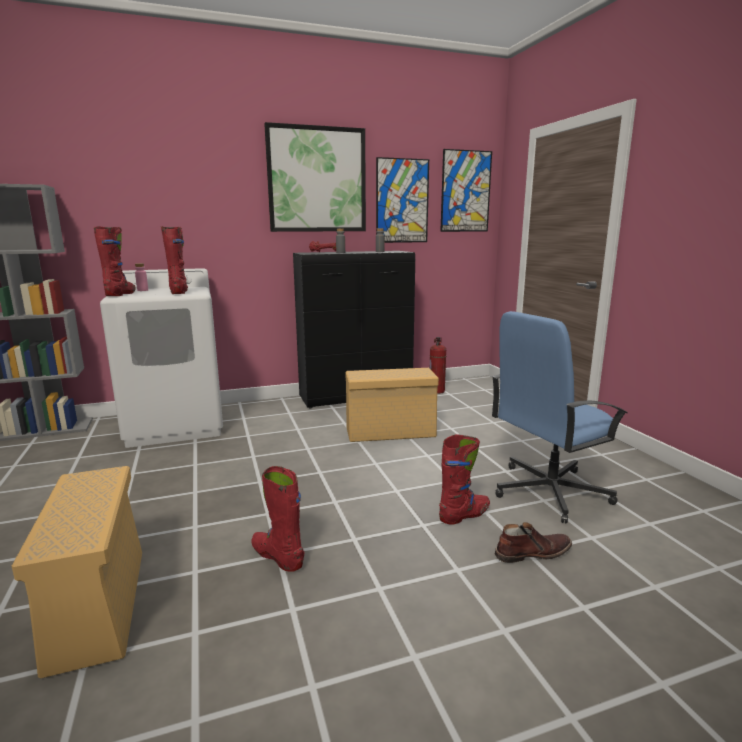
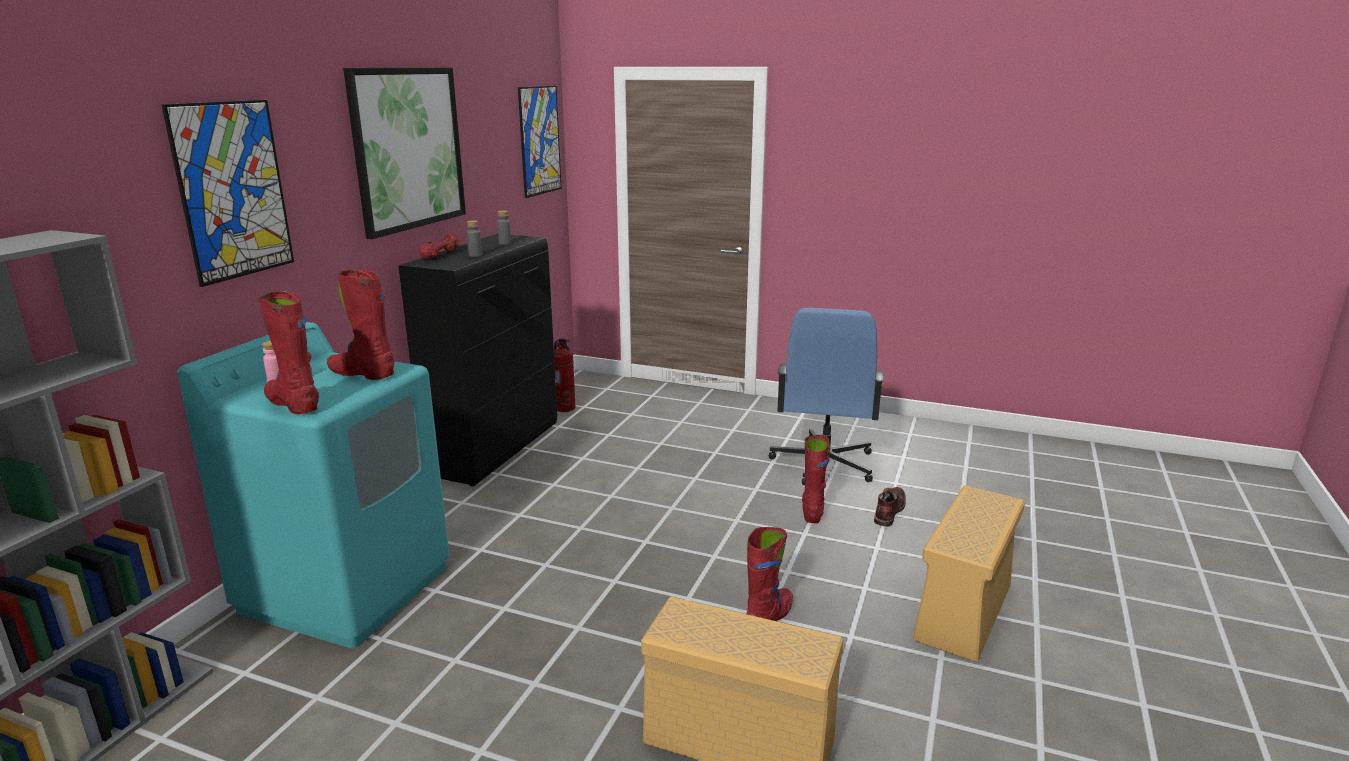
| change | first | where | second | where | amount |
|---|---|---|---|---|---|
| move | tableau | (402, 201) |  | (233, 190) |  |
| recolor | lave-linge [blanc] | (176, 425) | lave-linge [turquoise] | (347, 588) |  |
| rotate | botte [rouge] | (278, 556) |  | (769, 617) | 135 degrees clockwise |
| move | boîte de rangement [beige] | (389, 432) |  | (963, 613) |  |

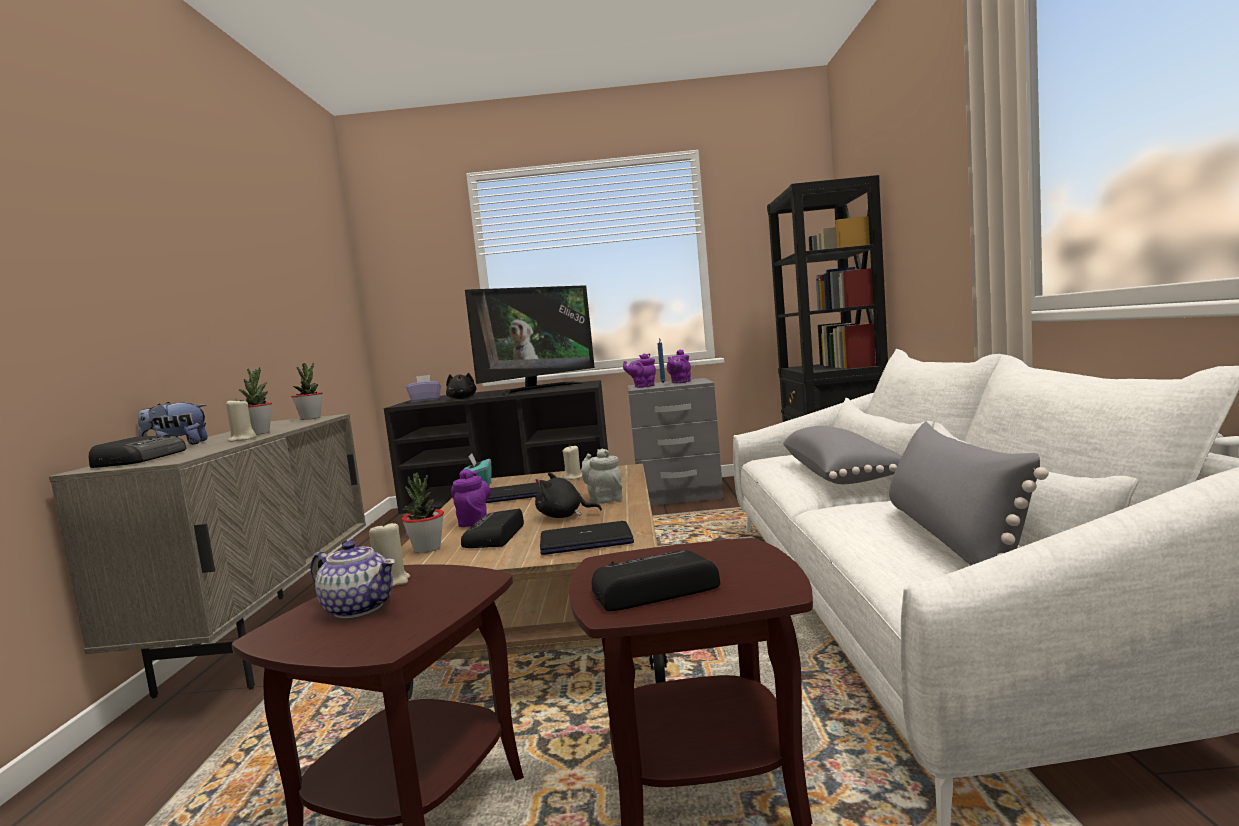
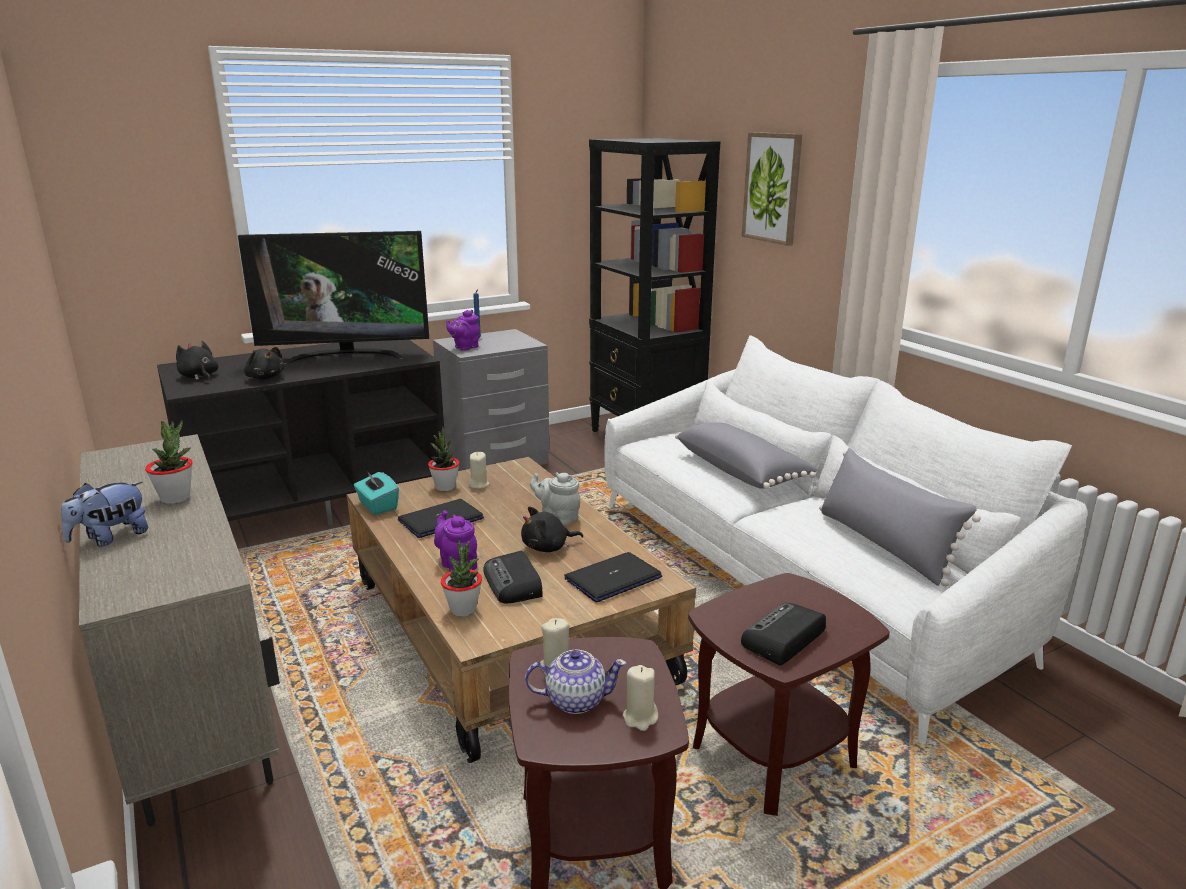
| change | first | where | second | where | amount |
|---|---|---|---|---|---|
| replace | boîte à mouchoirs [violet] | (425, 400) | peluche [noir] | (199, 377) |  |
| rotate | téléviseur | (537, 389) |  | (346, 356) | 60 degrees clockwise |
| move | plante en pot | (310, 418) |  | (445, 487) |  |
| move | bougie [beige] | (242, 439) |  | (640, 718) |  |
| insert |  |  | tableau | (772, 188) |  |
| delete | radio | (142, 459) |  |  |  |
| delete | théière [violet] | (680, 382) |  |  |  |

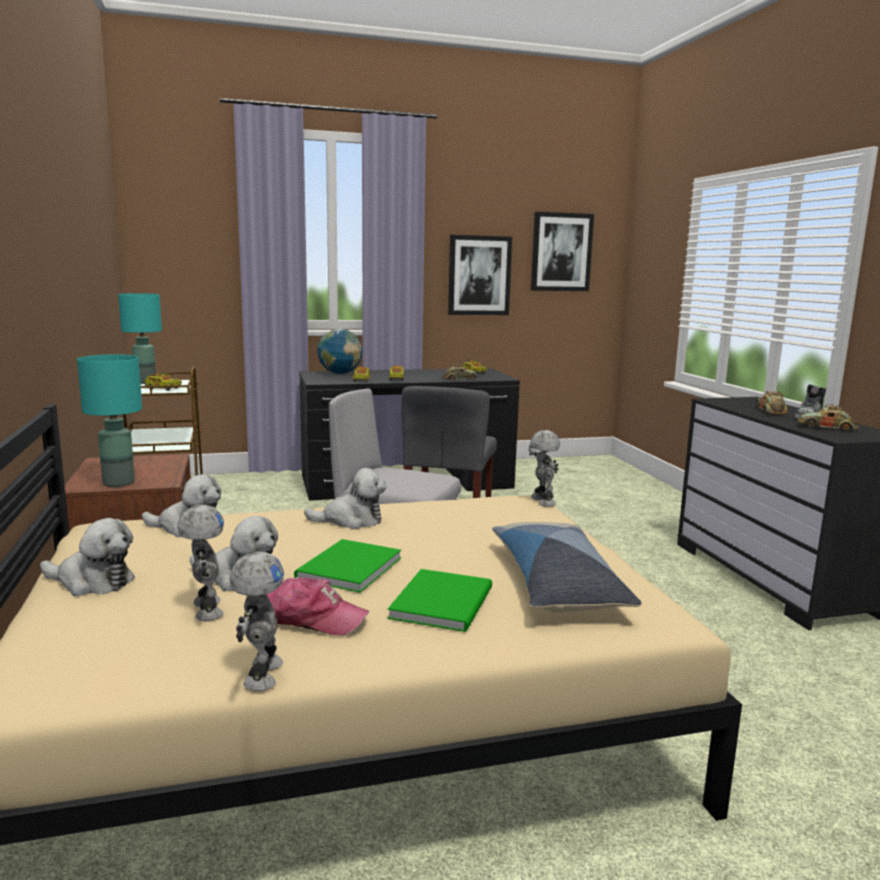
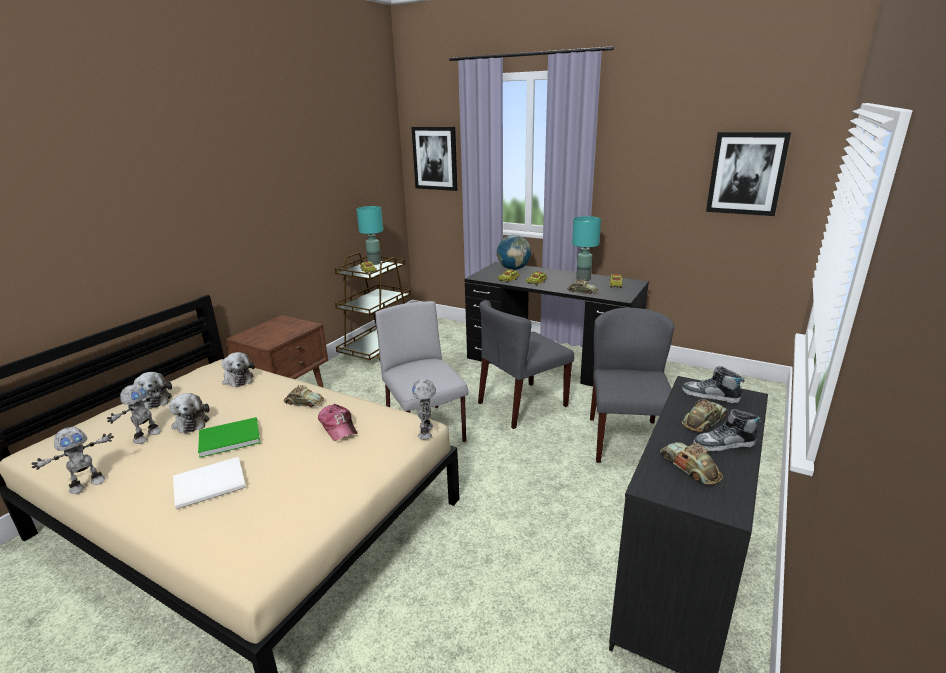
| change | first | where | second | where | amount |
|---|---|---|---|---|---|
| recolor | livre [vert] | (445, 601) | livre [blanc] | (212, 484) |  |
| replace | peluche | (351, 520) | petite voiture | (303, 403) |  |
| move | casquette | (312, 619) |  | (338, 427) |  |
| move | tableau | (479, 275) |  | (435, 158) |  |
| rotate | robot jouet | (541, 501) |  | (426, 432) | 150 degrees clockwise |
| move | lampe de table [turquoise] | (117, 483) |  | (583, 279) |  |
| insert |  |  | chaise [gris] | (626, 440) |  |
| insert |  |  | chaussure | (710, 396) |  |
| delete | coussin | (556, 583) |  |  |  |

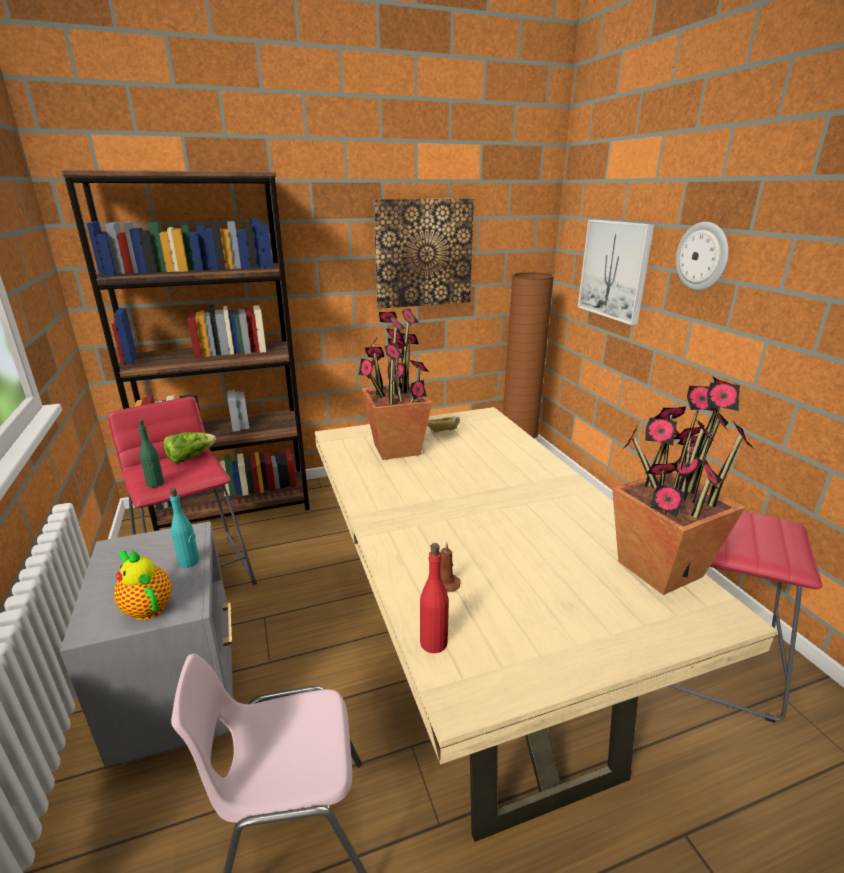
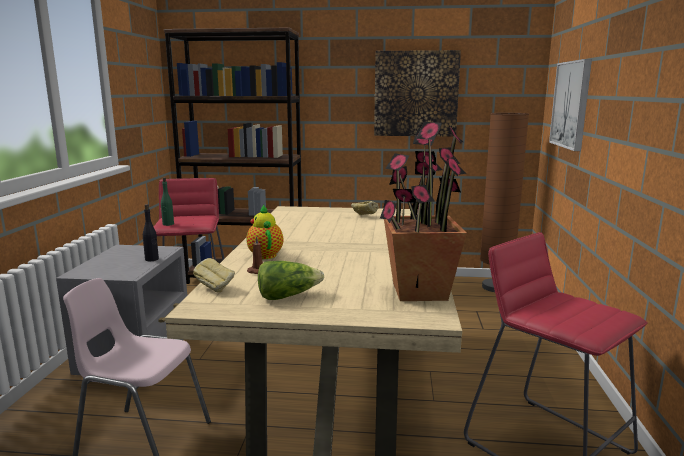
| change | first | where | second | where | amount |
|---|---|---|---|---|---|
| recolor | bouteille [turquoise] | (189, 561) | bouteille [noir] | (152, 259) |  |
| replace | bouteille [rouge] | (433, 642) | pain | (215, 288) |  |
| move | théière | (147, 607) |  | (265, 254) |  |
| move | laitue | (190, 457) |  | (287, 296) |  |
| delete | plante en pot | (396, 449) |  |  |  |
| delete | horloge murale | (702, 256) |  |  |  |

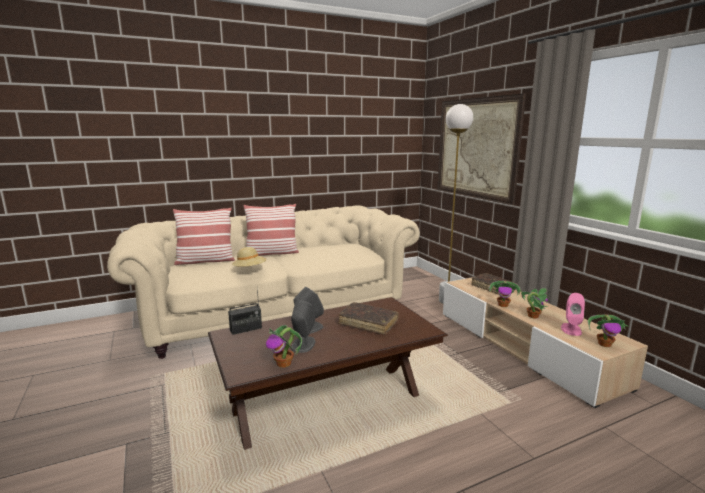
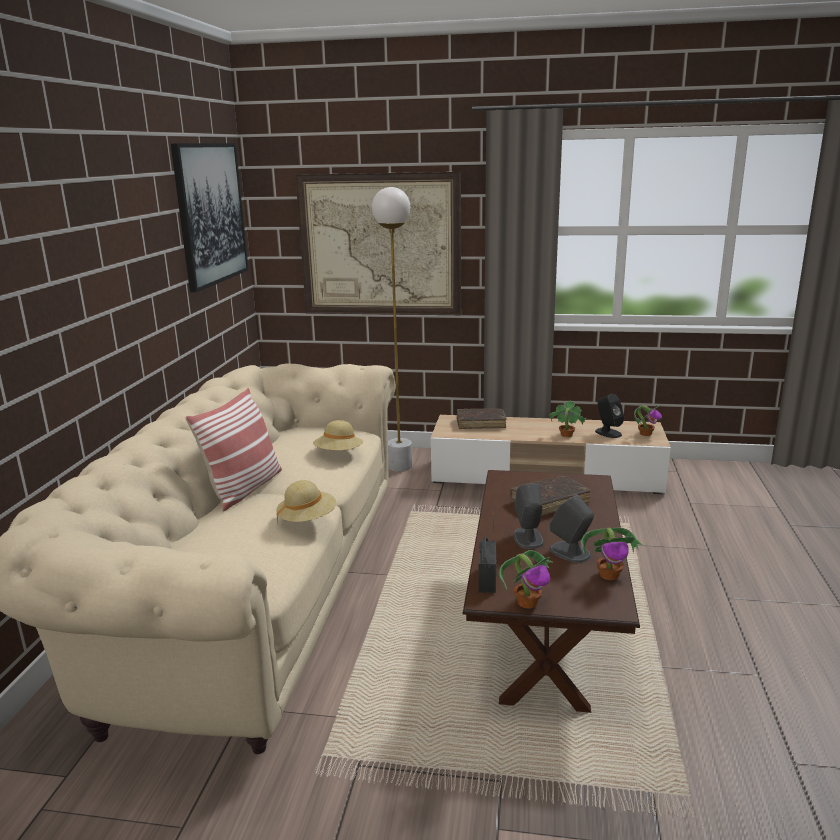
| change | first | where | second | where | amount |
|---|---|---|---|---|---|
| insert |  |  | tableau | (210, 214) |  |
| insert |  |  | chapeau [beige] | (339, 454) |  |
| move | plante en pot | (503, 305) |  | (527, 602) |  |
| recolor | enceinte [rose] | (571, 329) | enceinte [noir] | (608, 433) |  |
| delete | coussin | (205, 261) |  |  |  |

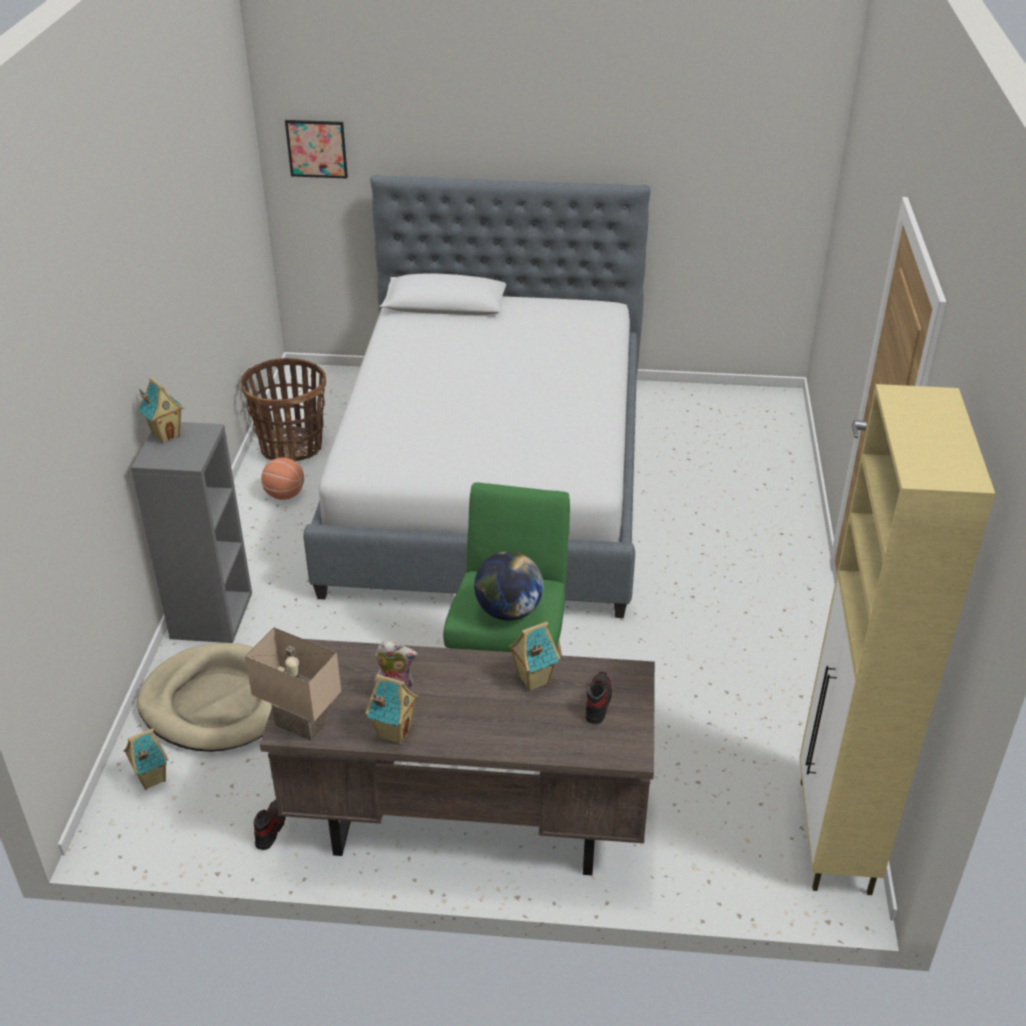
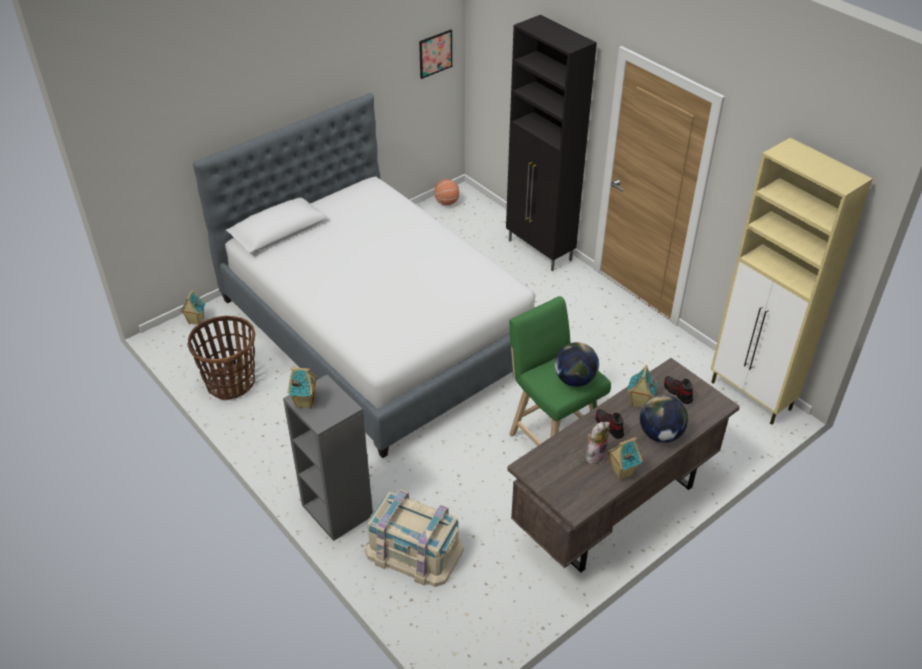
| change | first | where | second | where | amount |
|---|---|---|---|---|---|
| move | maison miniature | (150, 778) |  | (196, 321) |  |
| replace | panier pour chien [beige] | (218, 702) | boîte de rangement [beige] | (414, 551) |  |
| move | tableau | (317, 148) |  | (435, 53) |  |
| move | ballon de basket | (284, 495) |  | (446, 202) |  |
| insert |  |  | meuble de rangement [noir] | (540, 251) |  |
| move | chaussure | (270, 828) |  | (609, 426) |  |
| insert |  |  | globe | (660, 434) |  |
| delete | lampe de table [beige] | (303, 722) |  |  |  |

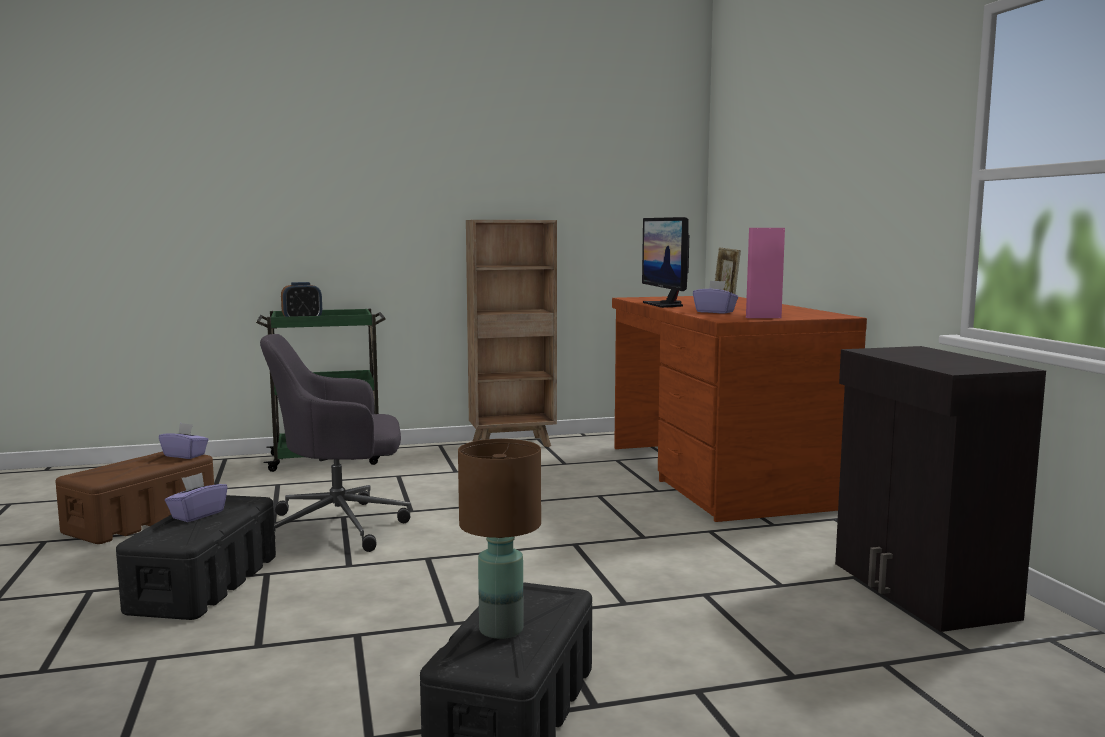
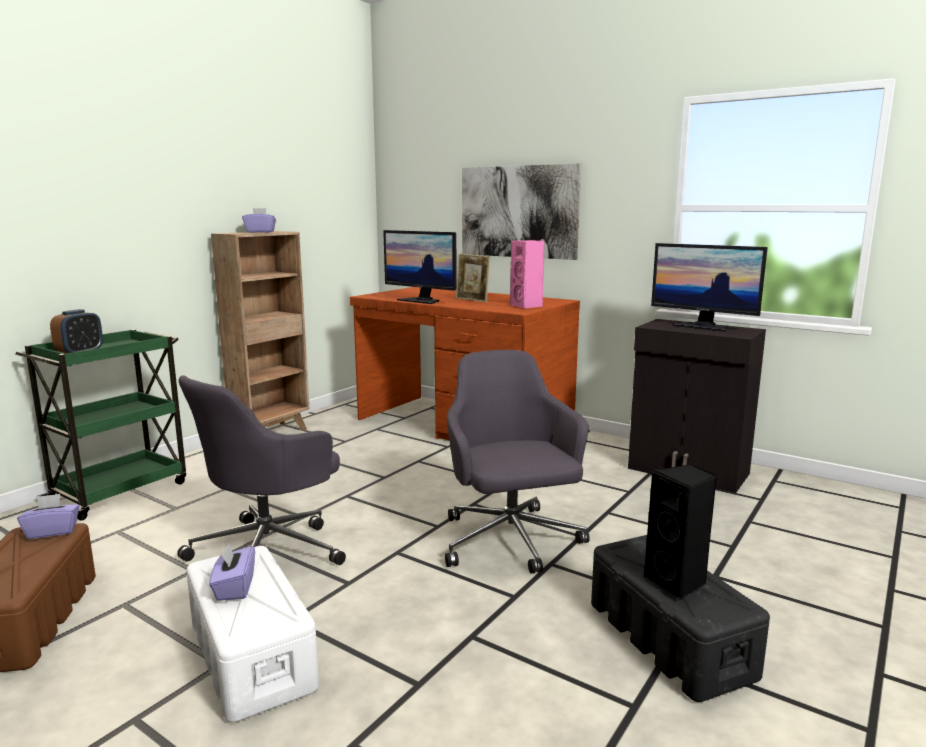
| change | first | where | second | where | amount |
|---|---|---|---|---|---|
| recolor | boîte de rangement [noir] | (205, 583) | boîte de rangement [blanc] | (251, 654) |  |
| move | boîte à mouchoirs [violet] | (715, 312) |  | (260, 232) |  |
| insert |  |  | chaise de bureau [gris] | (510, 542) |  |
| insert |  |  | tableau | (518, 212) |  |
| replace | lampe de table [marron] | (502, 630) | enceinte [noir] | (677, 582) |  |
| insert |  |  | écran d'ordinateur | (703, 326) |  |

